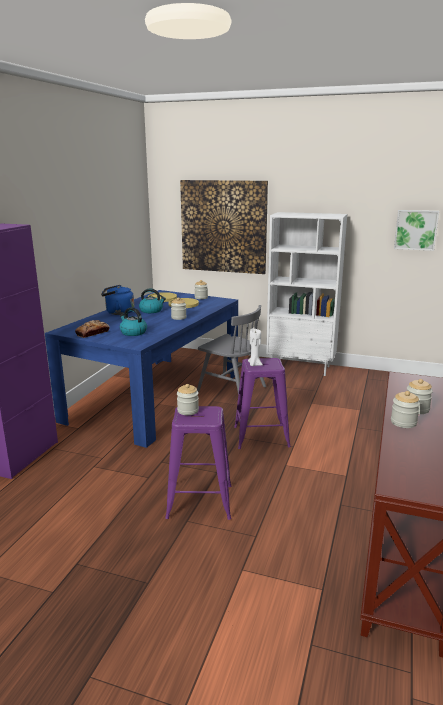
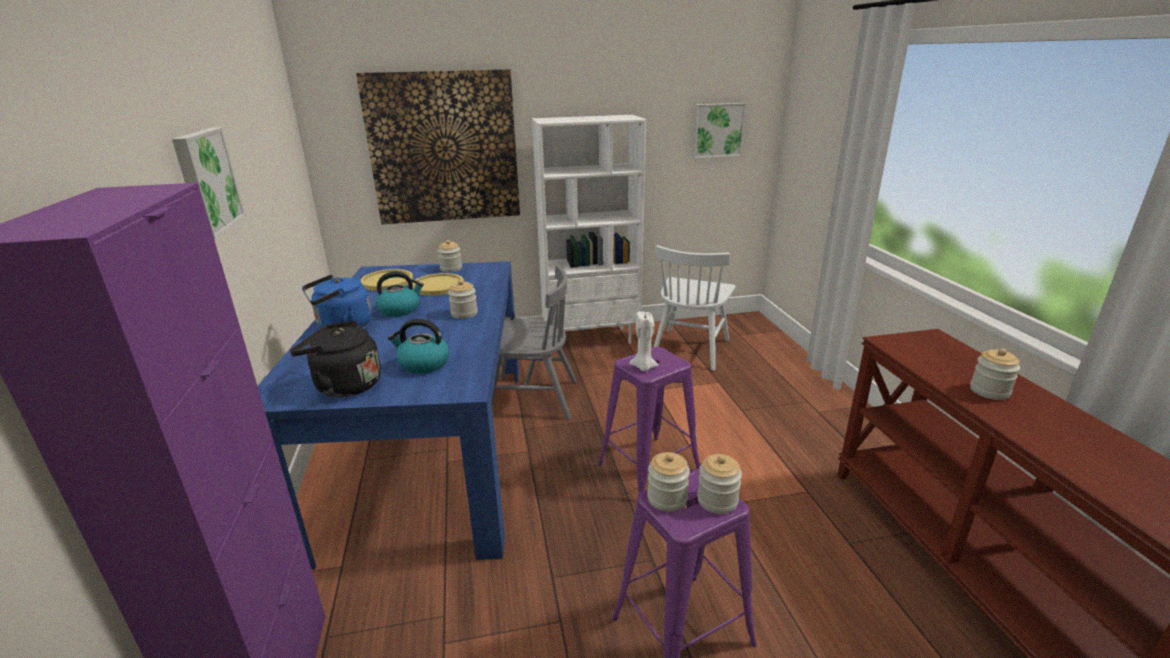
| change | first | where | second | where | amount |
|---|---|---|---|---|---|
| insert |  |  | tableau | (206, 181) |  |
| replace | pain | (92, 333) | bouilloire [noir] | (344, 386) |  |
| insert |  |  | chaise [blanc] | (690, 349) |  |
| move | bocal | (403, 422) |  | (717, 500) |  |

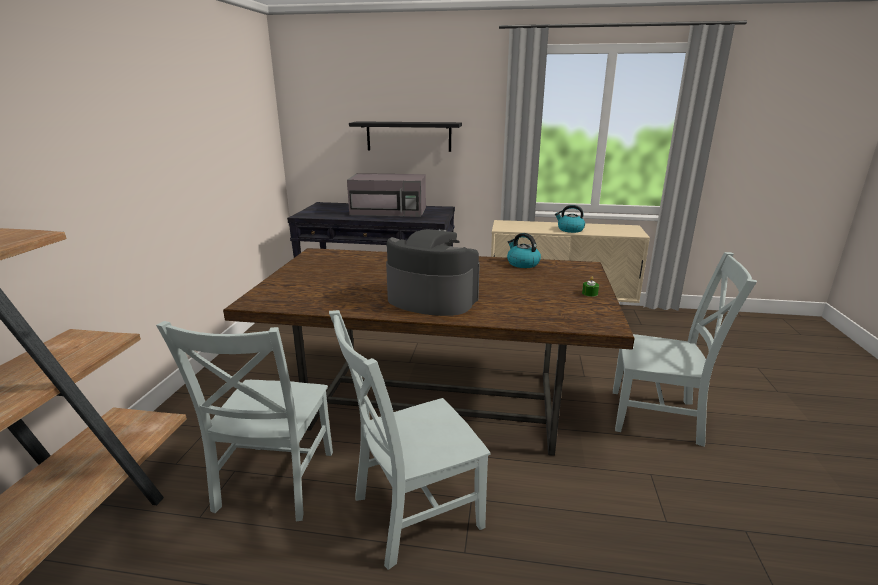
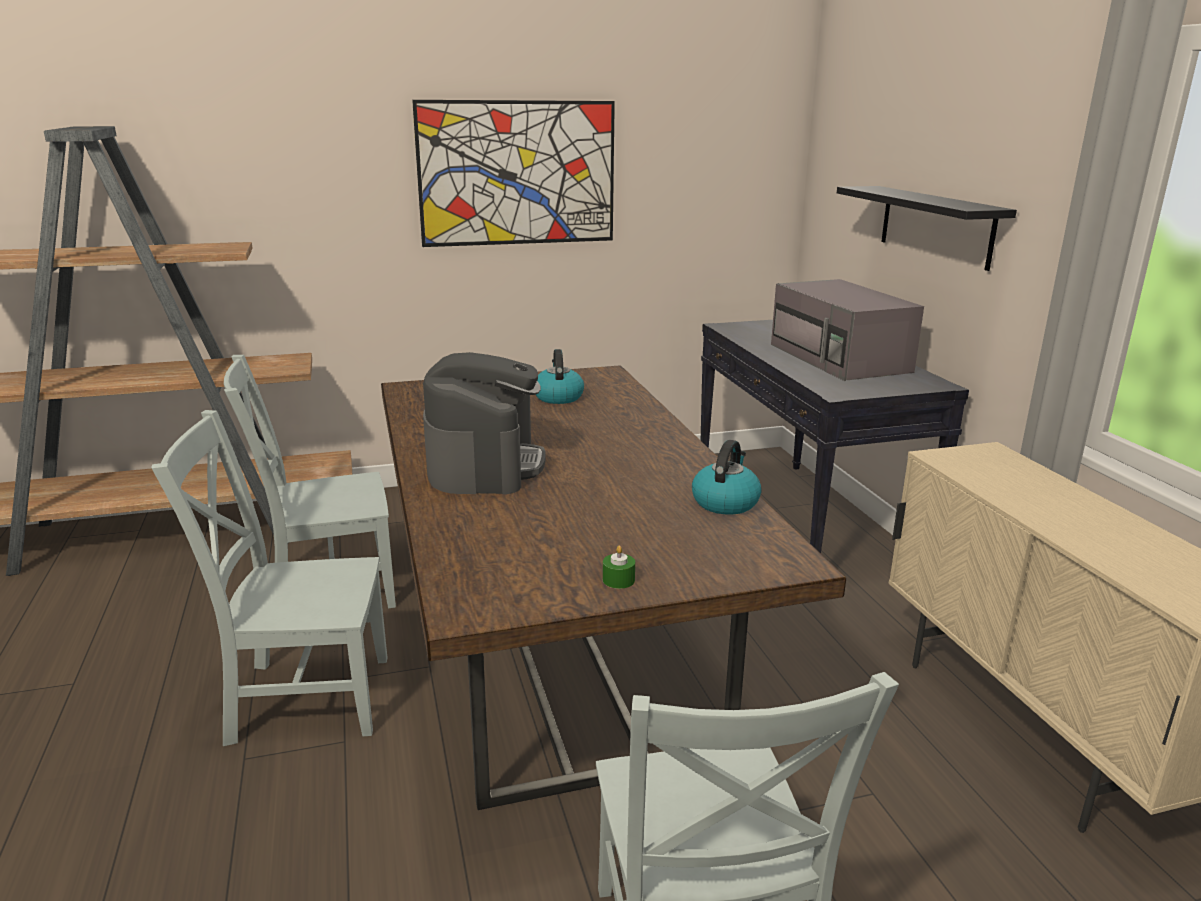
| change | first | where | second | where | amount |
|---|---|---|---|---|---|
| rotate | chaise [gris] | (412, 513) |  | (302, 698) | 45 degrees counterclockwise |
| insert |  |  | tableau | (517, 173) |  |
| move | bouilloire | (570, 230) |  | (558, 397) |  |

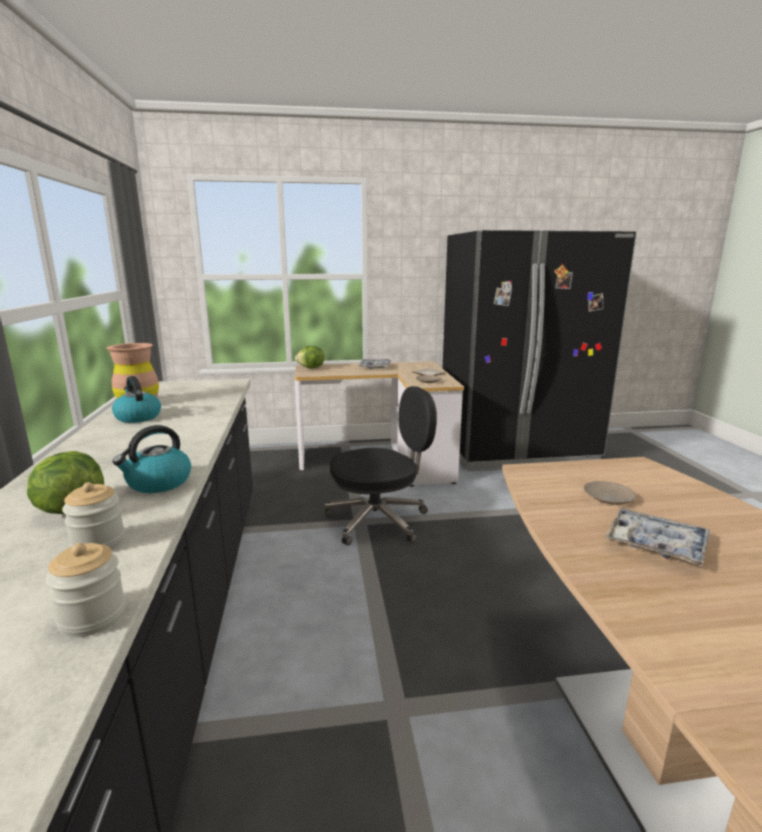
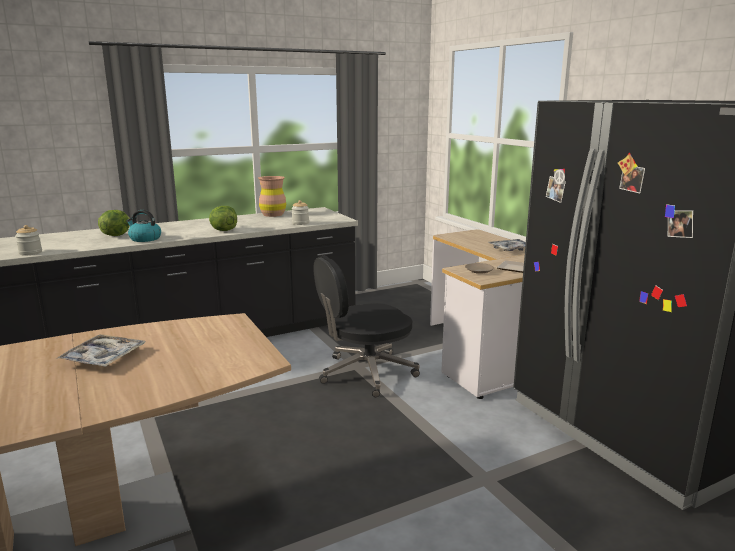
| change | first | where | second | where | amount |
|---|---|---|---|---|---|
| move | laitue | (311, 368) |  | (223, 230) |  |
| move | bocal | (99, 543) |  | (300, 223) |  |
| rotate | chaise de bureau [noir] | (379, 520) |  | (365, 373) | 105 degrees clockwise |
| delete | bouilloire | (137, 417) |  |  |  |
| delete | assiette [beige] | (608, 498) |  |  |  |

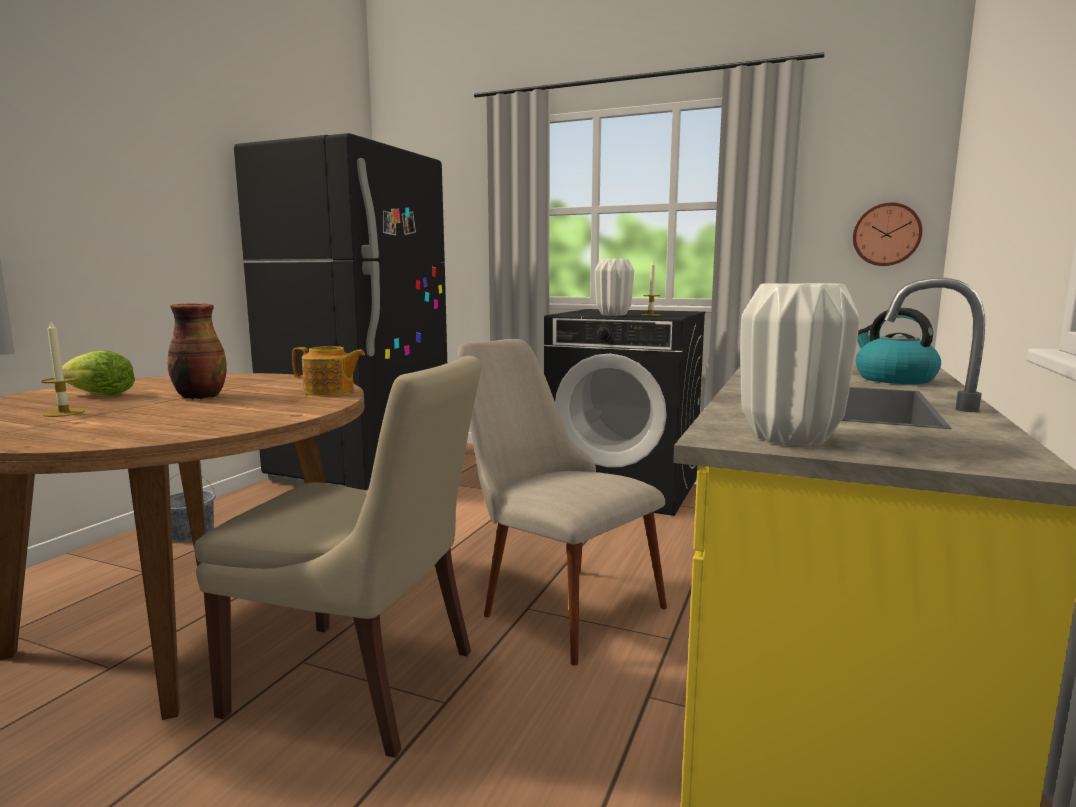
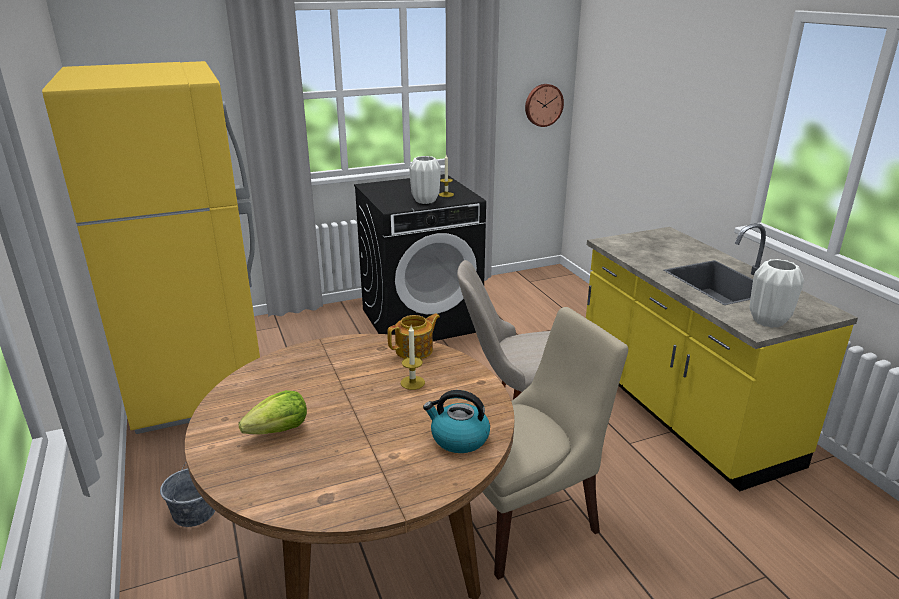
| change | first | where | second | where | amount |
|---|---|---|---|---|---|
| recolor | réfrigérateur [noir] | (362, 469) | réfrigérateur [jaune] | (197, 384) |  |
| move | bougie | (64, 413) |  | (412, 382) |  |
| move | bouilloire | (893, 379) |  | (458, 438) |  |
| delete | vase | (199, 396) |  |  |  |

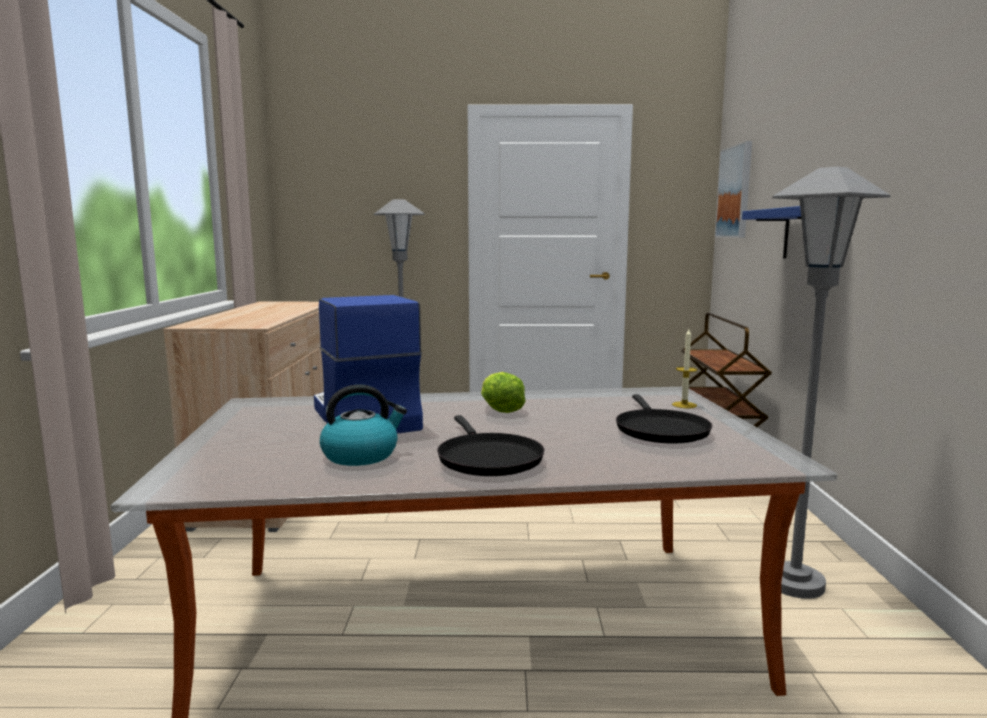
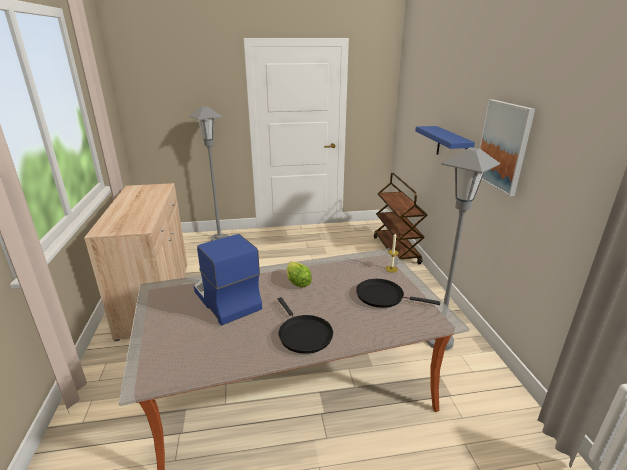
| change | first | where | second | where | amount |
|---|---|---|---|---|---|
| rotate | poêle [noir] | (659, 430) |  | (383, 296) | 120 degrees clockwise |
| move | tableau | (735, 192) |  | (503, 146) |  |
| delete | bouilloire | (361, 455) |  |  |  |

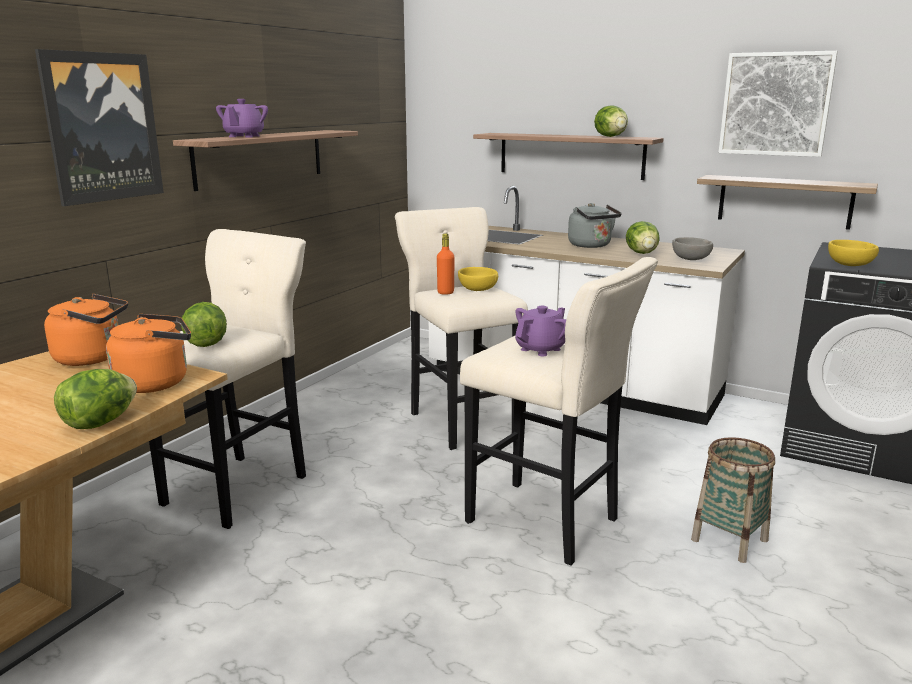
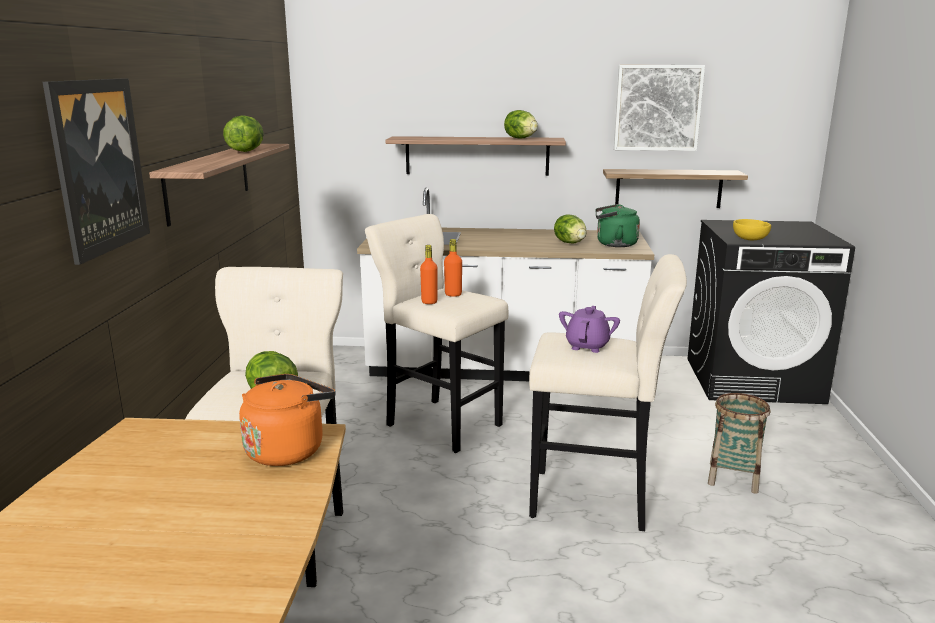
| change | first | where | second | where | amount |
|---|---|---|---|---|---|
| move | laitue | (100, 423) |  | (246, 151) |  |
| replace | bol [jaune] | (477, 289) | bouteille [orange] | (453, 294) |  |
| replace | bol [gris] | (690, 259) | bouilloire [vert] | (614, 244) |  |
| delete | bouilloire [orange] | (93, 358) |  |  |  |
| delete | théière [violet] | (244, 136) |  |  |  |
| delete | bouilloire [gris] | (591, 245) |  |  |  |

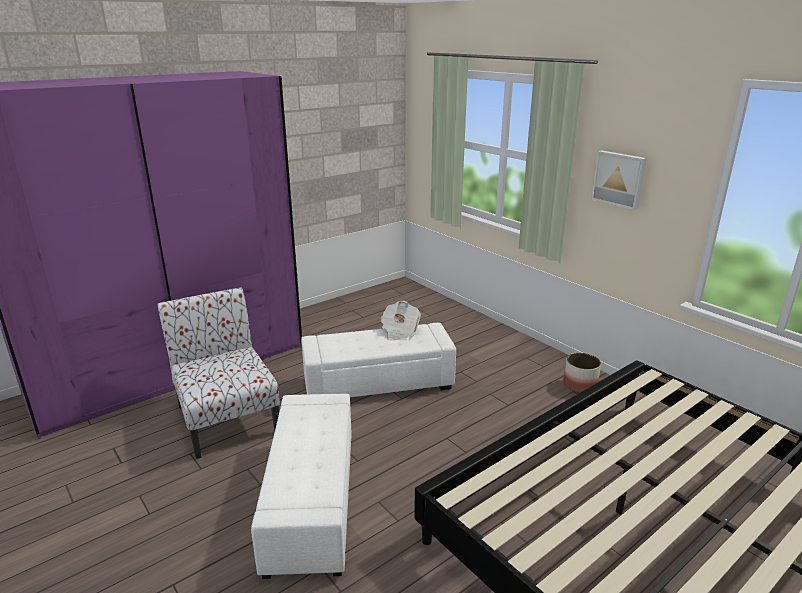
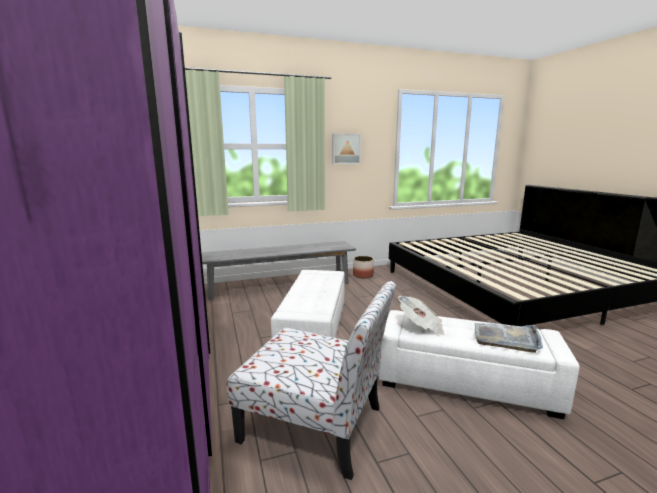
| change | first | where | second | where | amount |
|---|---|---|---|---|---|
| insert |  |  | banc [gris] | (280, 287) |  |
| rotate | chaise | (227, 417) |  | (315, 425) | 150 degrees counterclockwise |
| move | journal | (399, 331) |  | (421, 326) |  |
| insert |  |  | plateau [gris] | (506, 338) |  |

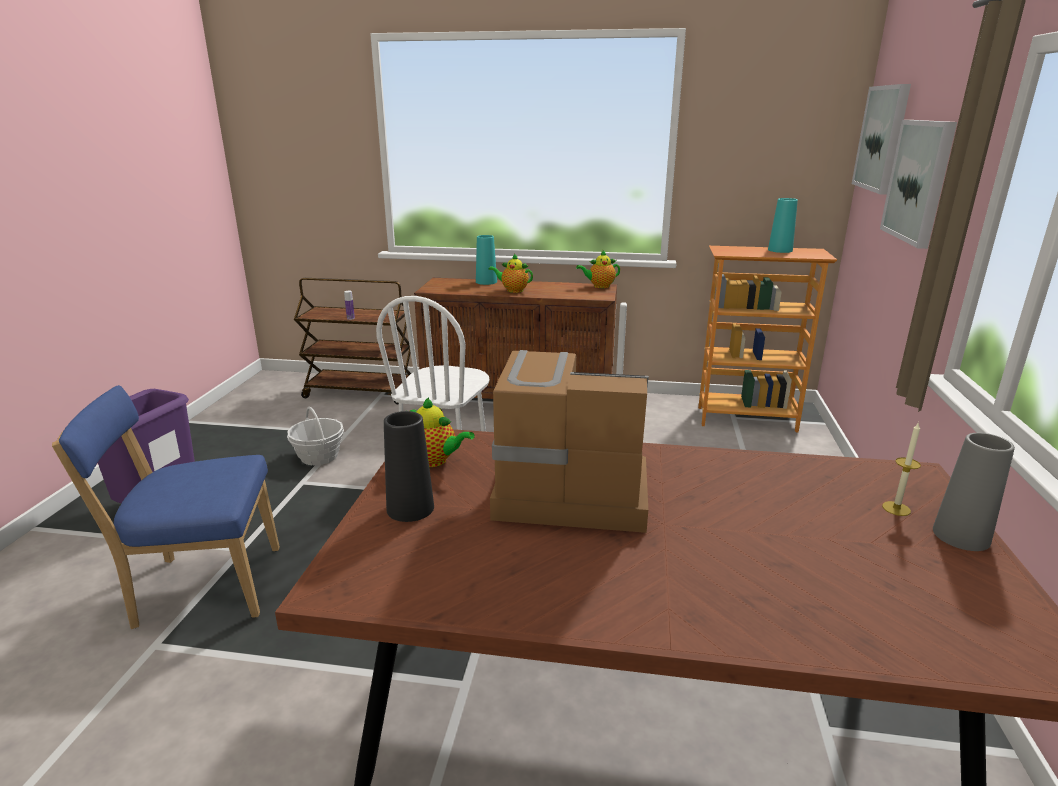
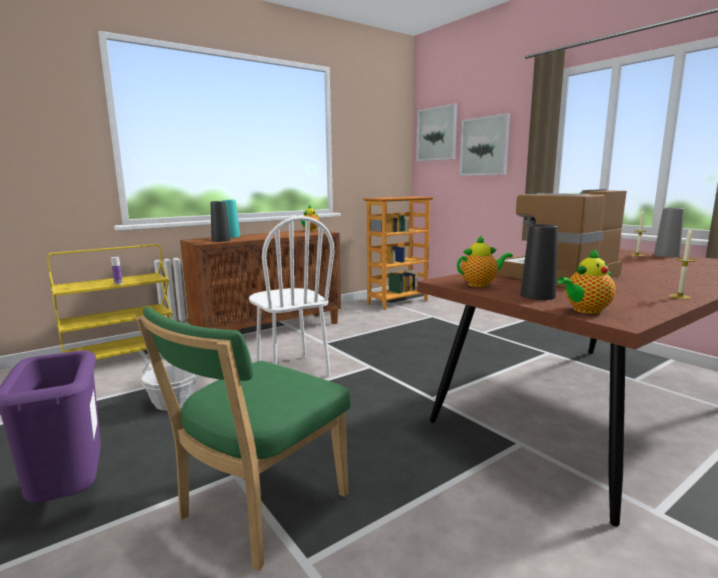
| change | first | where | second | where | amount |
|---|---|---|---|---|---|
| recolor | chariot [marron] | (361, 393) | chariot [jaune] | (121, 359) |  |
| recolor | chaise [bleu] | (202, 587) | chaise [vert] | (258, 510) |  |
| insert |  |  | vase [noir] | (221, 240) |  |
| move | théière | (513, 290) |  | (585, 310) |  |
| insert |  |  | bougie | (679, 297) |  |
| delete | vase [turquoise] | (780, 250) |  |  |  |

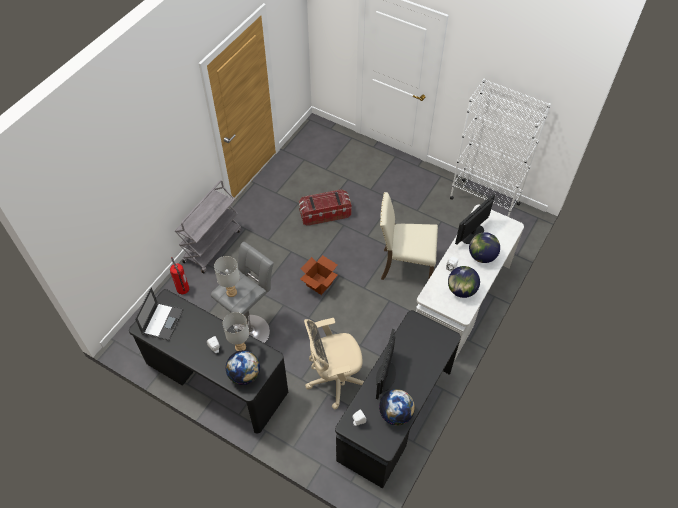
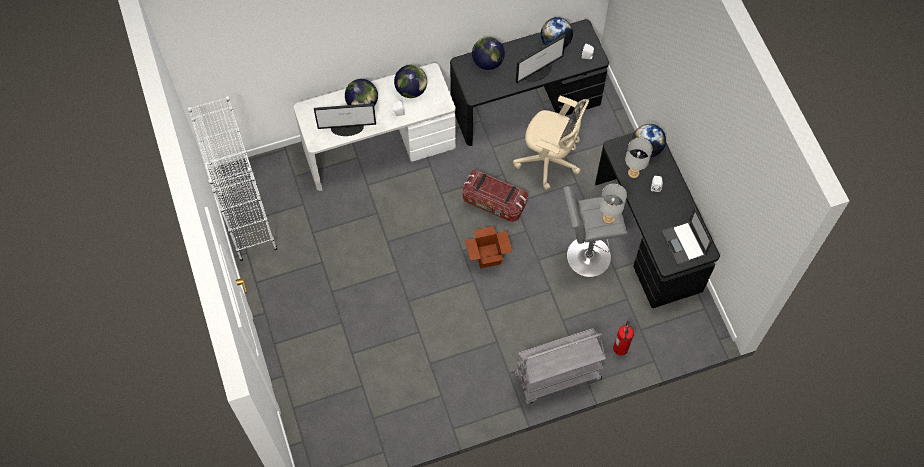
| change | first | where | second | where | amount |
|---|---|---|---|---|---|
| move | boîte de rangement | (325, 214) |  | (494, 203) |  |
| insert |  |  | globe | (488, 62) |  |
| rotate | ordinateur portable | (163, 321) |  | (684, 244) | 75 degrees counterclockwise |
| delete | chaise [beige] | (405, 266) |  |  |  |

